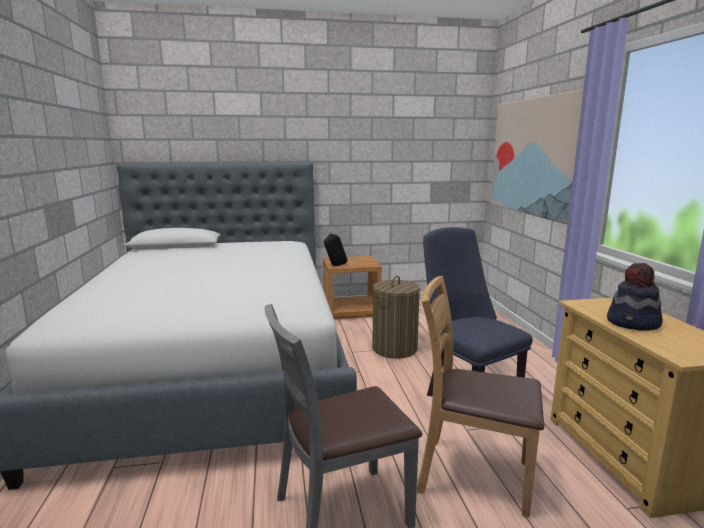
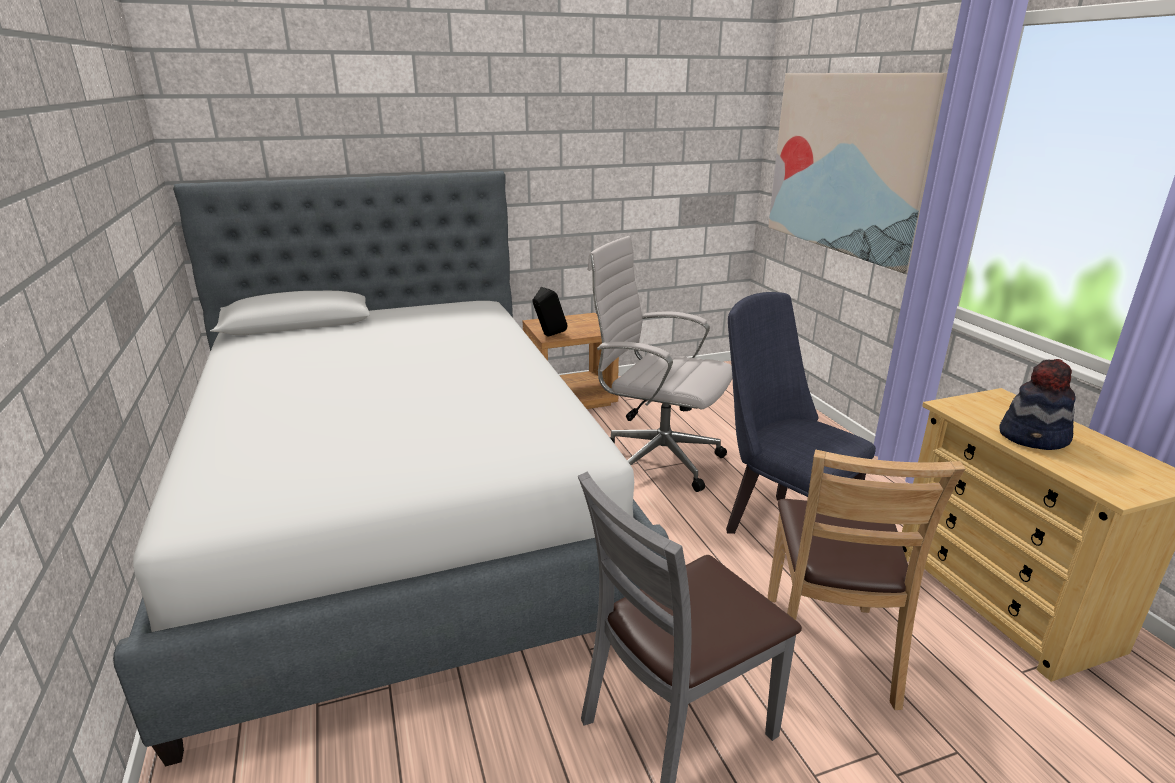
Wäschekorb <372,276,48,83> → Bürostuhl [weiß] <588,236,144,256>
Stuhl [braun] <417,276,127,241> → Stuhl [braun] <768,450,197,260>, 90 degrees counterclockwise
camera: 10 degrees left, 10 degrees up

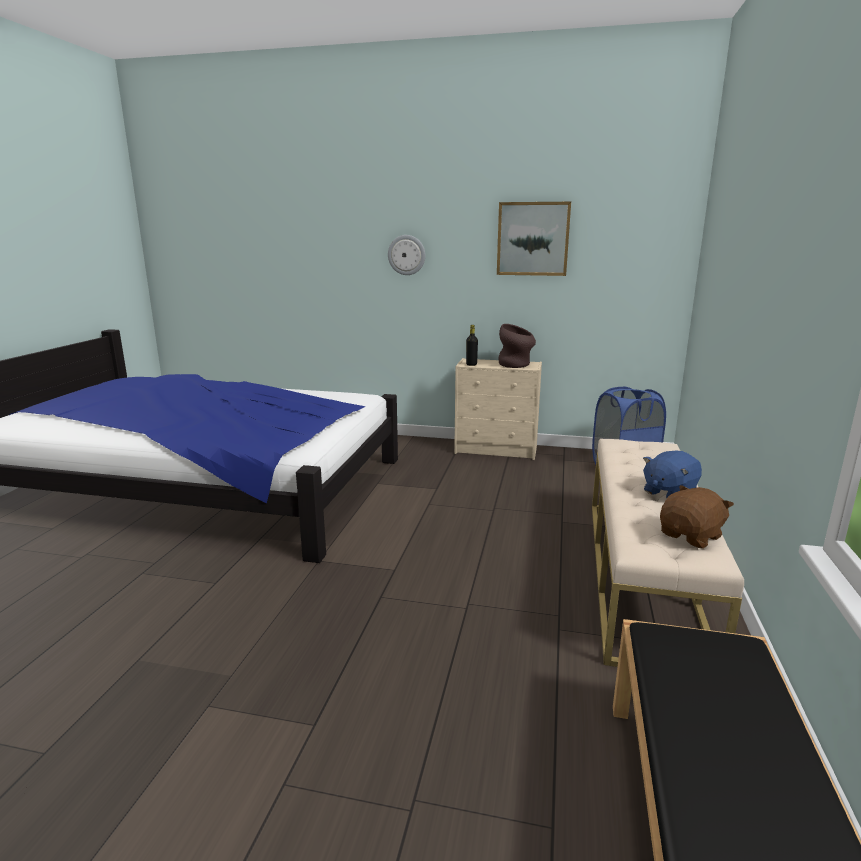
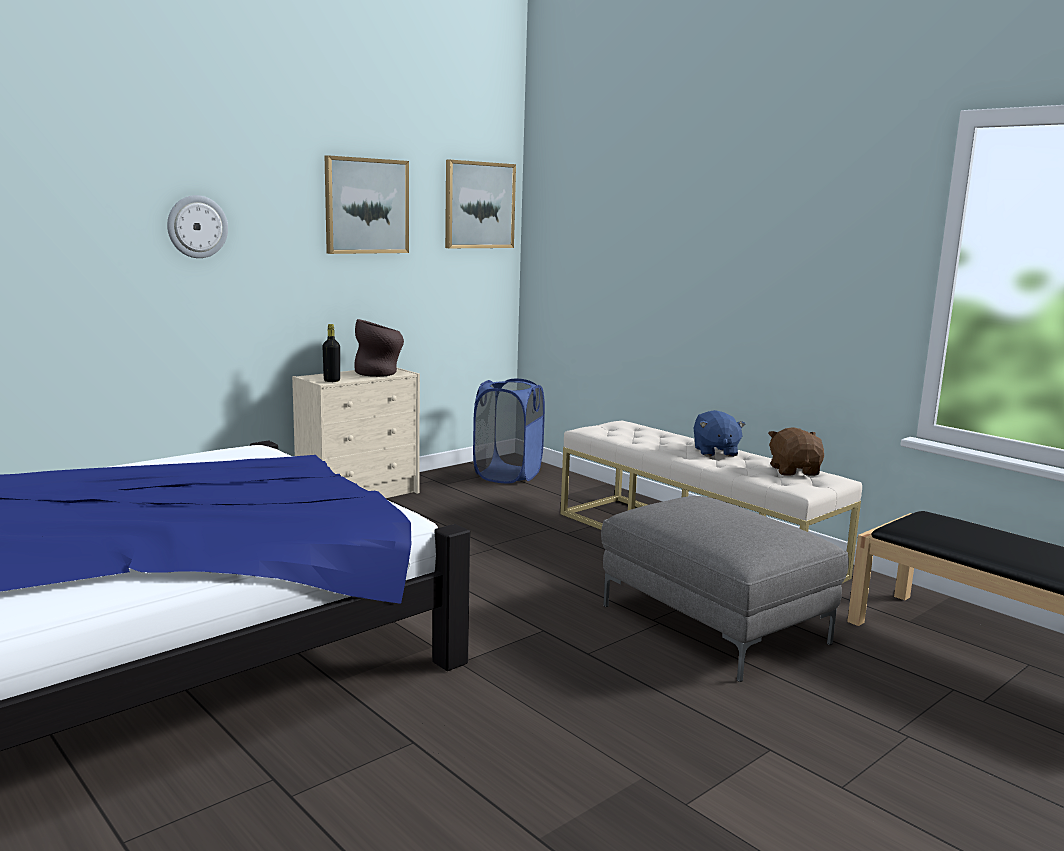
- → Bild <445,160,71,88>
- → Polsterhocker [grau] <601,496,248,186>
camera: 55 degrees left, 5 degrees down

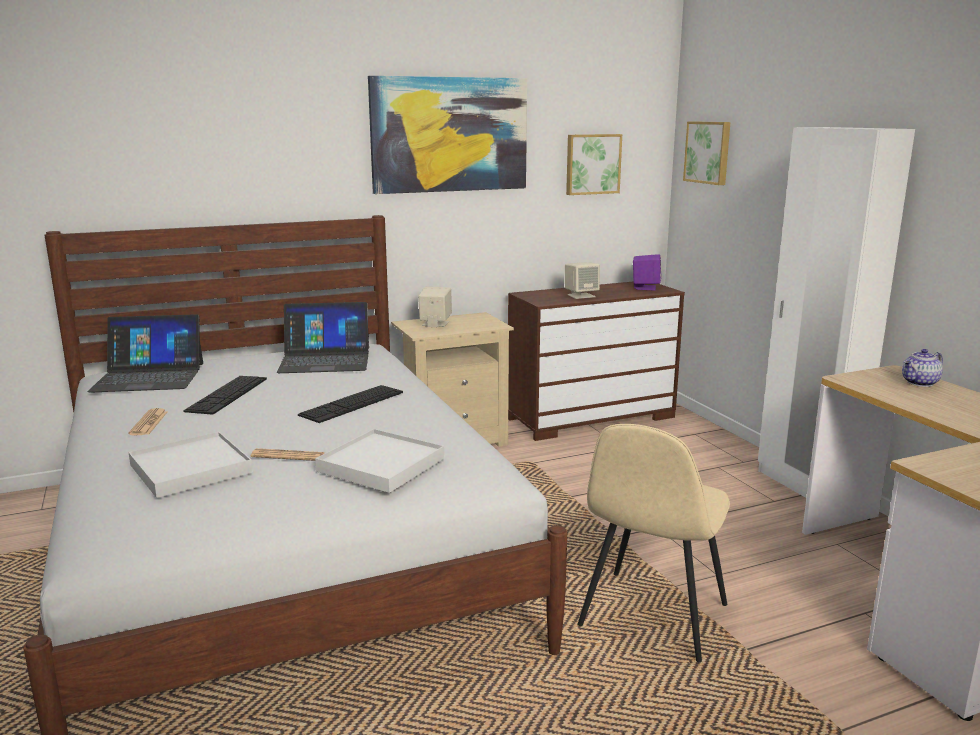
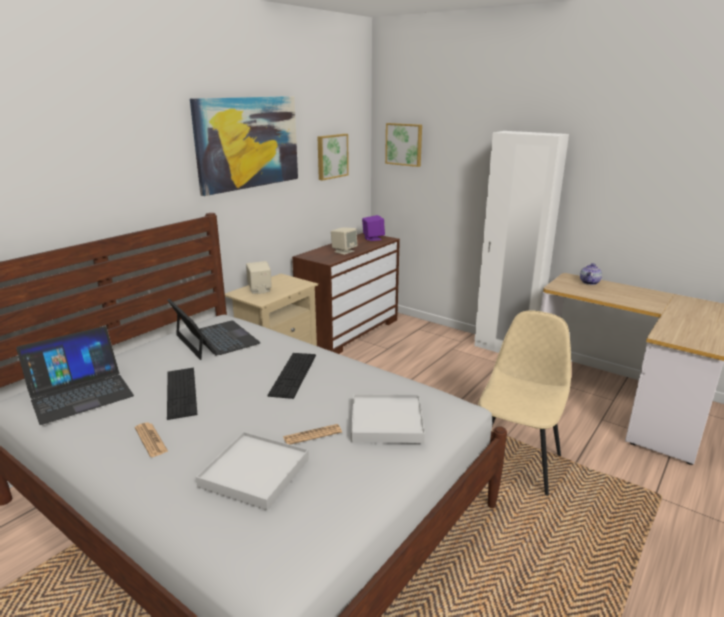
Laptop <277,302,92,71> → Laptop <167,299,94,61>, 90 degrees counterclockwise
Stuhl [beige] <577,424,153,239> → Stuhl [beige] <478,310,93,186>, 150 degrees counterclockwise
camera: 30 degrees left, 5 degrees up

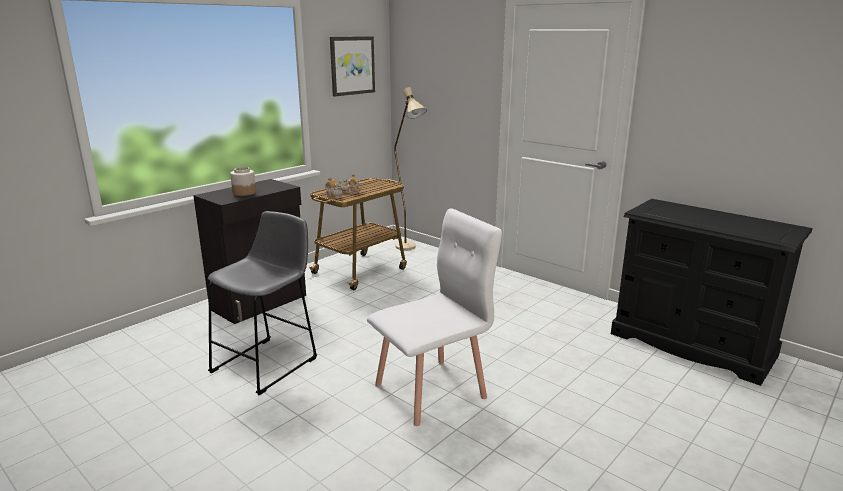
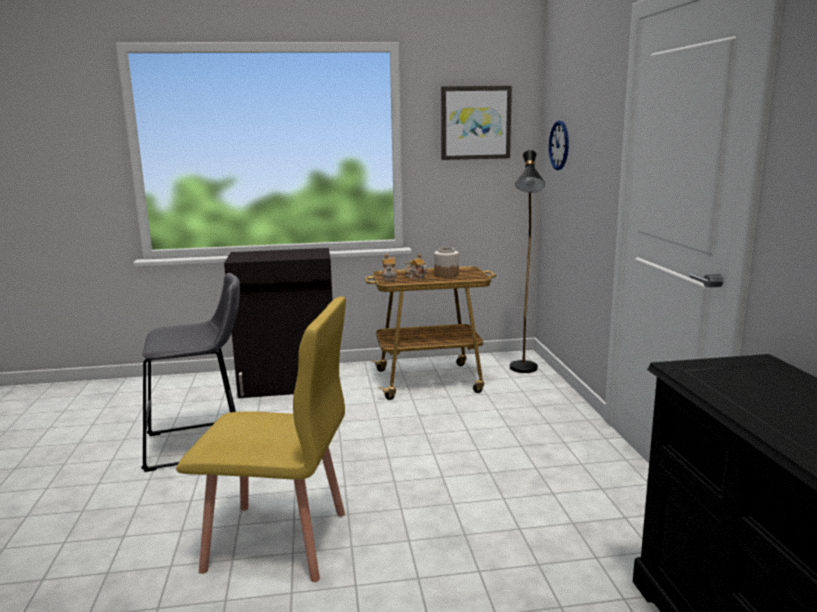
Vorratsglas <230,167,26,29> → Vorratsglas <434,247,25,31>, relocated
Stuhl [weiß] <367,208,135,218> → Stuhl [gelb] <176,297,170,285>
Stehlampe [beige] <394,87,33,164> → Stehlampe [schwarz] <510,150,35,223>
- → Wanduhr <549,120,20,50>
camera: 40 degrees right, 5 degrees down

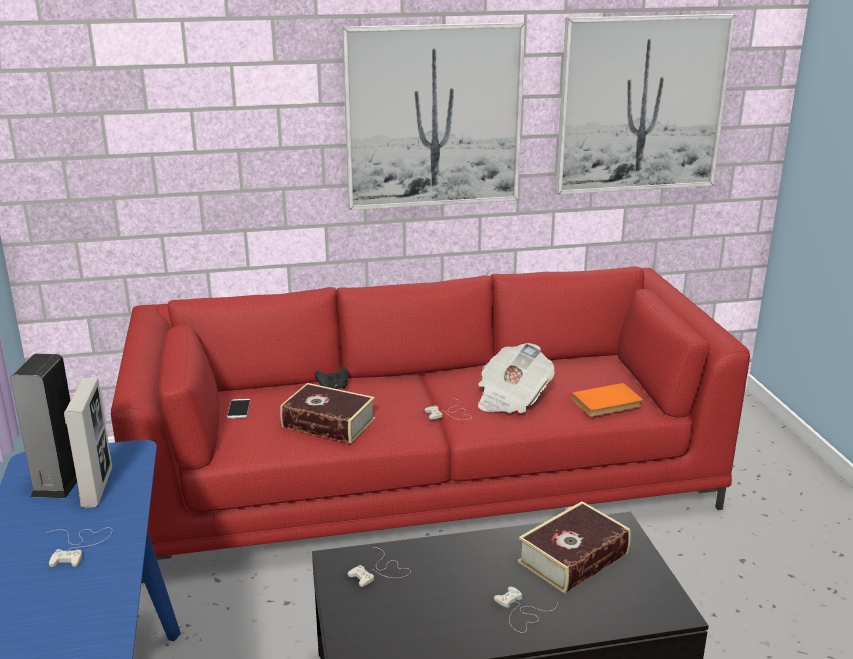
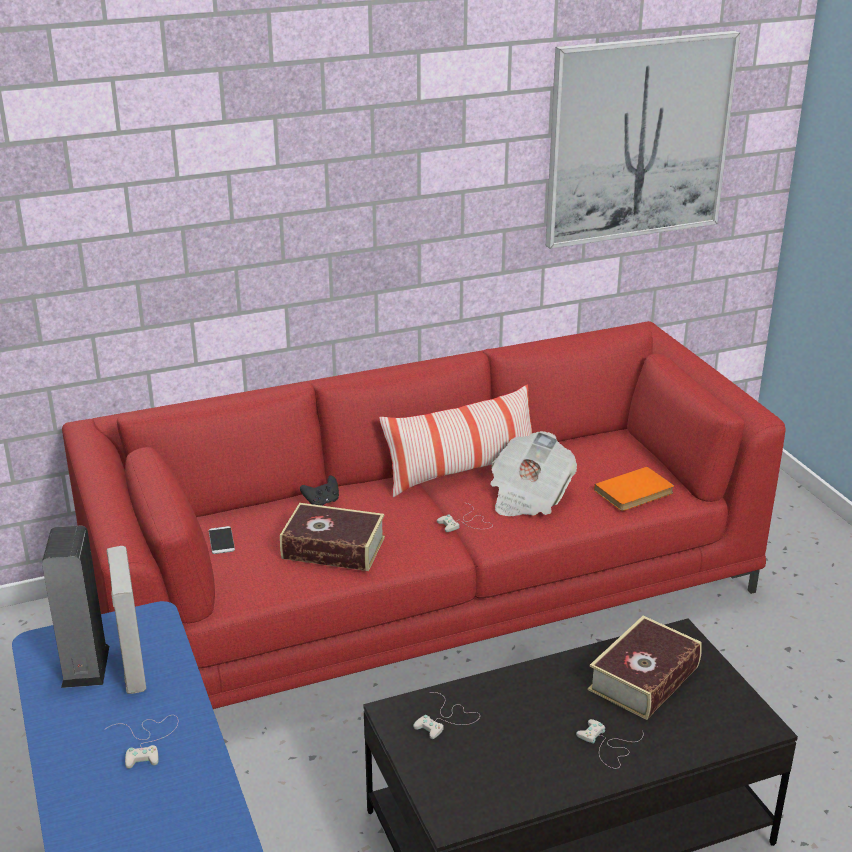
Bild <342,22,183,188> → -
- → Kissen <379,384,153,113>
camera: 10 degrees left, 5 degrees up

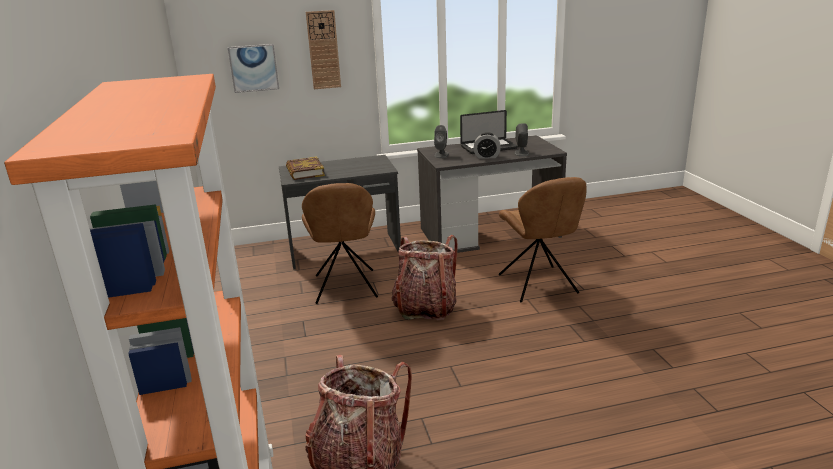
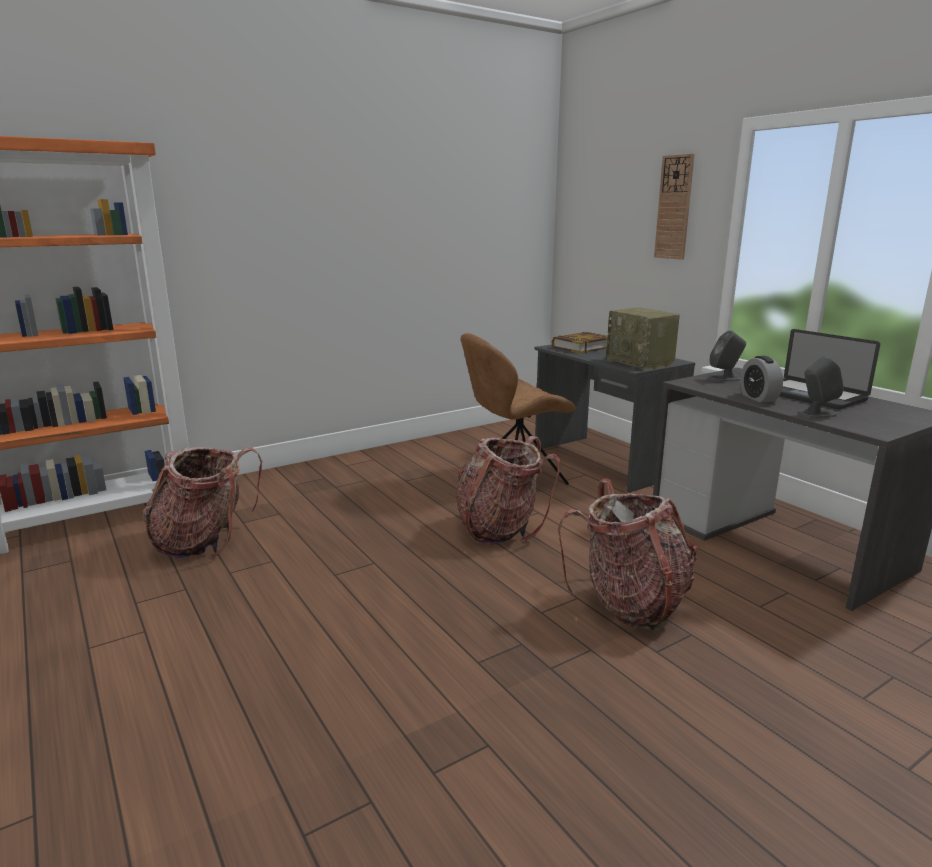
Bild <228,44,51,49> → -
Stuhl [braun] <499,177,88,126> → Rucksack <558,478,140,152>
- → Radio <606,307,74,63>
camera: 70 degrees right, 5 degrees down

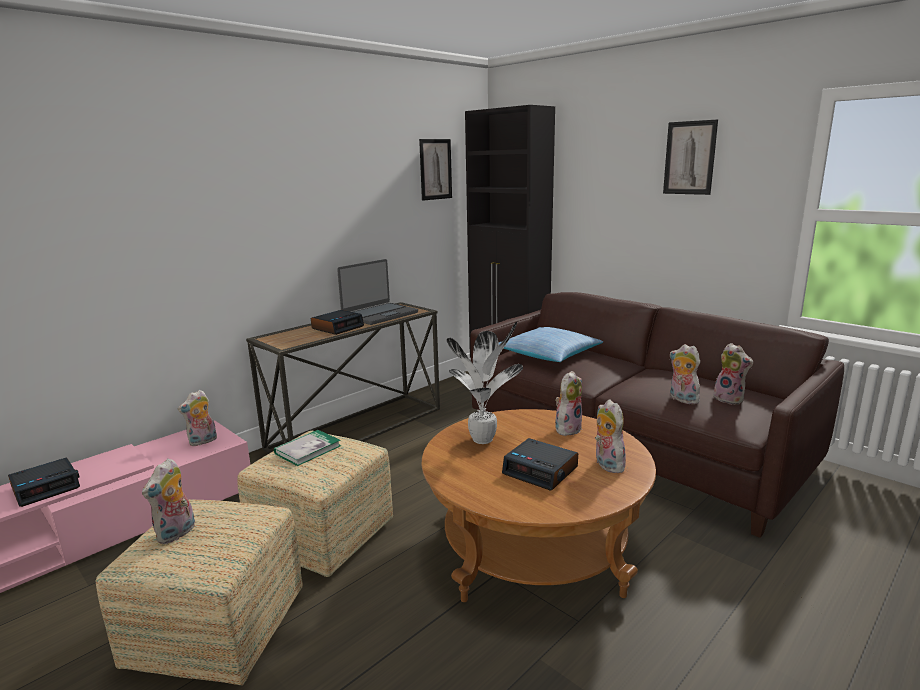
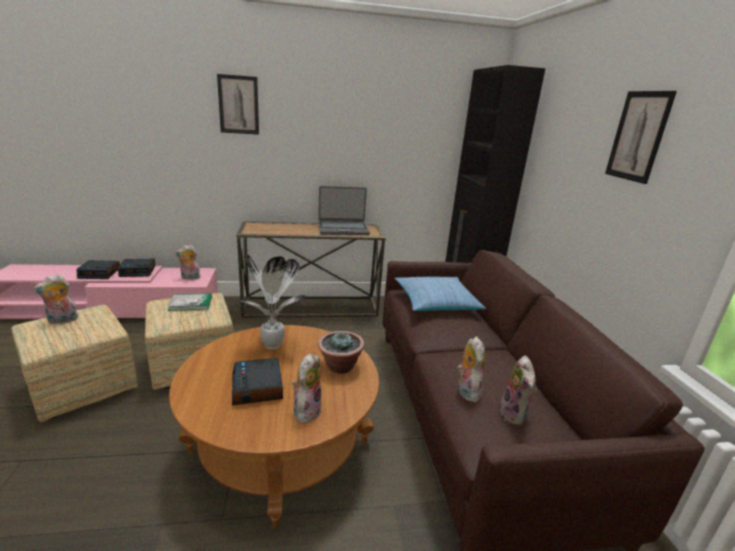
Wecker <311,310,53,25> → Wecker <118,258,38,19>, relocated
Bild <419,139,33,62> → Bild <217,74,42,61>, relocated
Plüschtier <555,371,27,65> → Topfpflanze <318,331,47,43>
camera: 35 degrees right, 5 degrees up

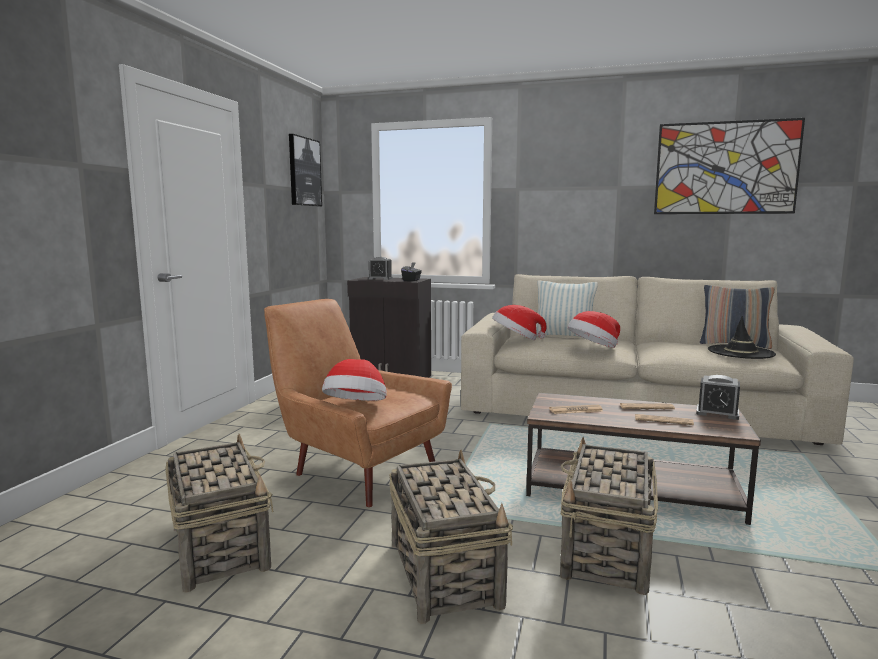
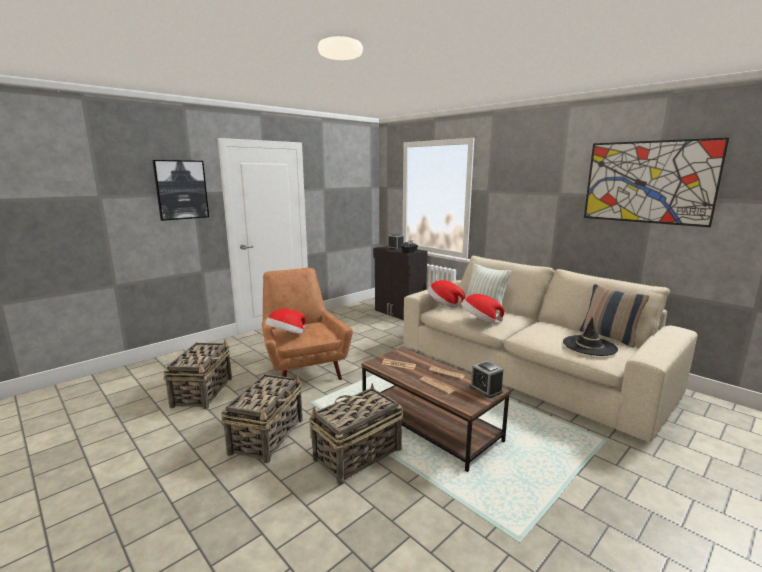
Bild <289,134,33,73> → Bild <152,160,57,61>, relocated
camera: 30 degrees right, 5 degrees up

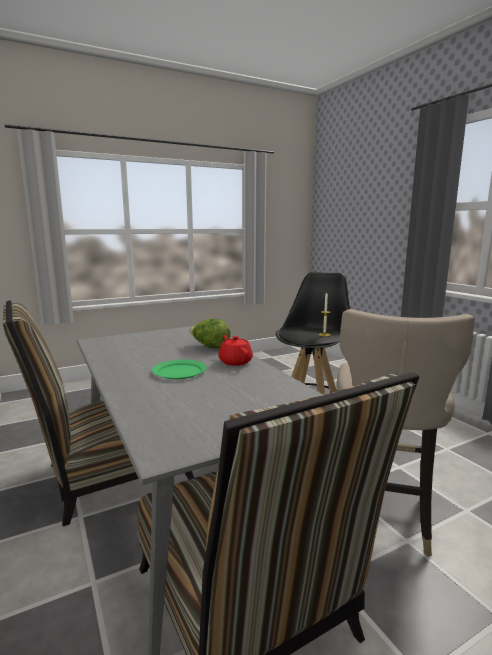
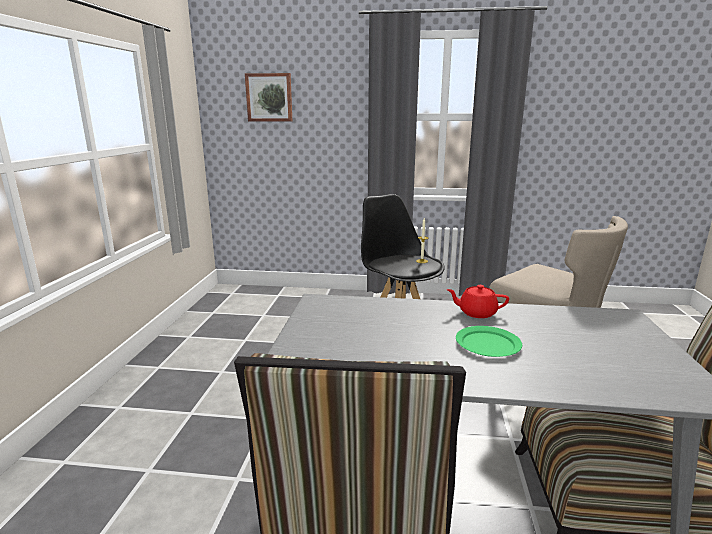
Salatkopf <189,318,42,31> → -
- → Bild <245,73,47,49>
camera: 55 degrees left, 5 degrees up

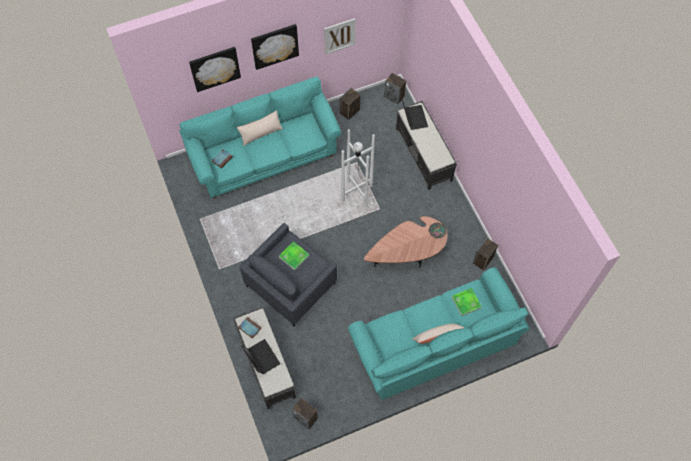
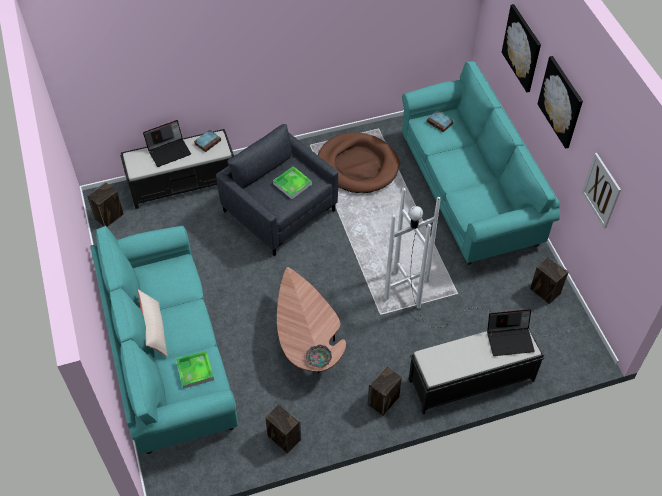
Kissen [beige] <237,110,46,36> → -
Lautsprecher <384,73,22,31> → Lautsprecher <368,366,34,50>, relocated
- → Hundebett [braun] <318,132,82,61>
camera: 95 degrees right, 10 degrees down

